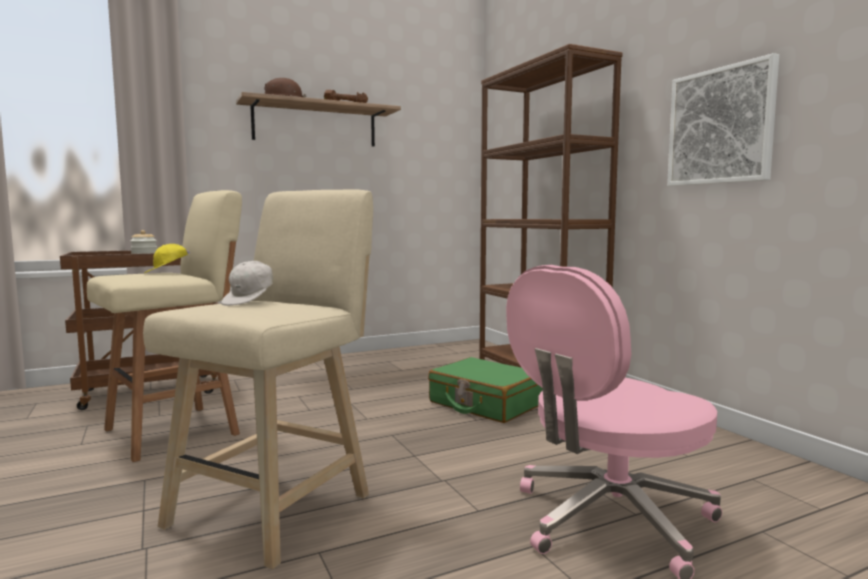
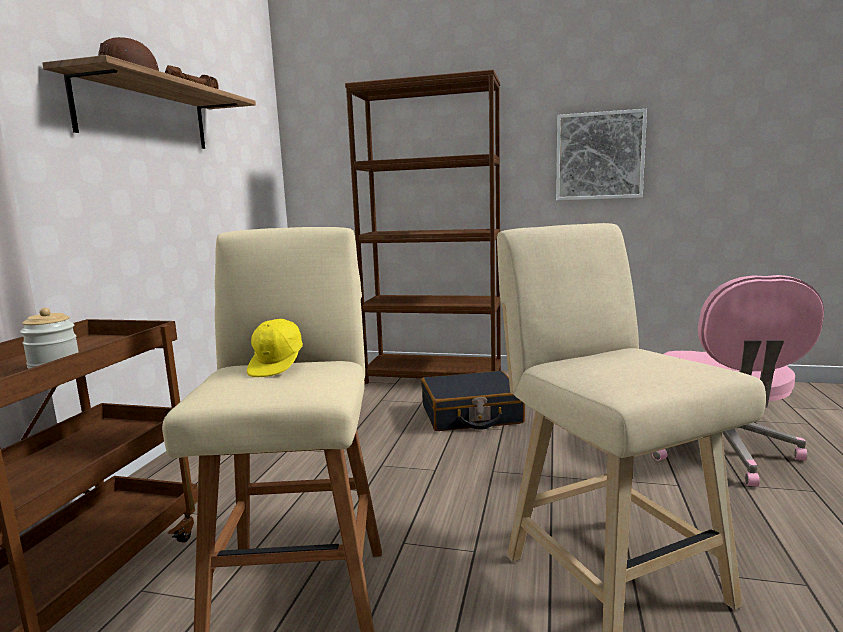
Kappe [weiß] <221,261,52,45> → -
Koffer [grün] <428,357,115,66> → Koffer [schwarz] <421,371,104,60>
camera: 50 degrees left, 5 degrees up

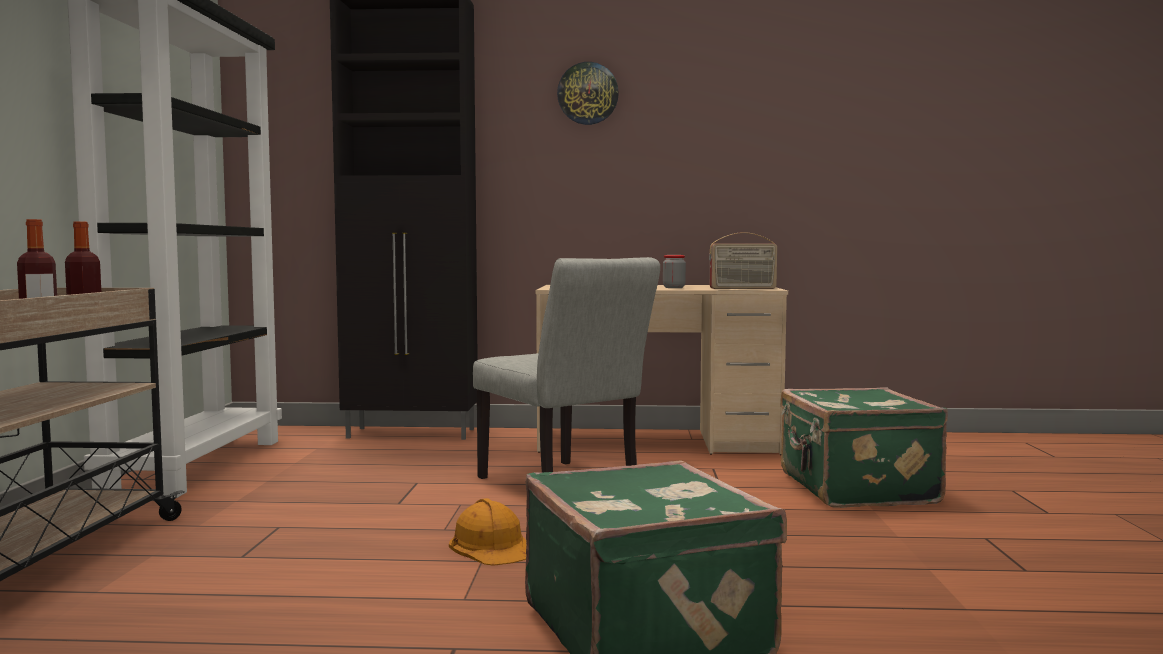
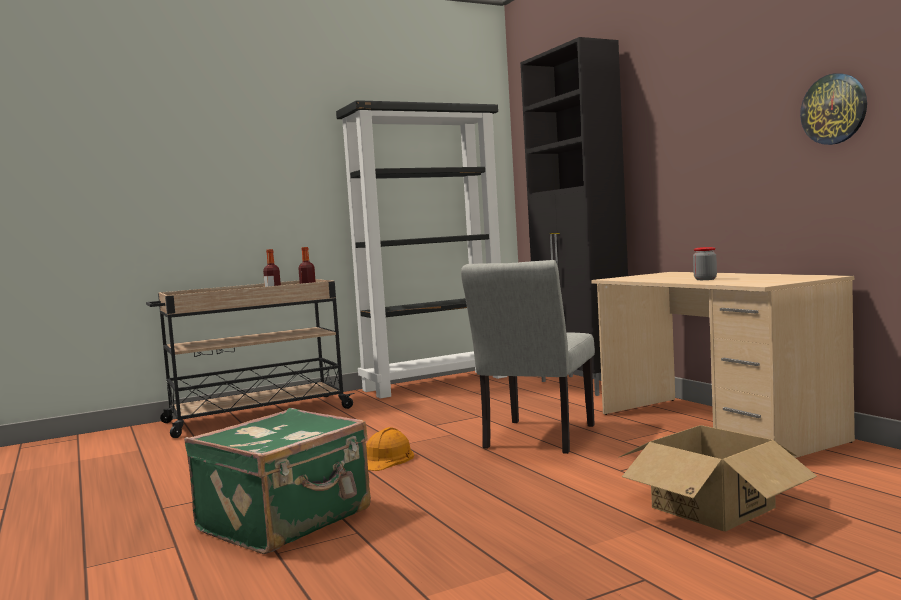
Wanduhr <557,62,62,63> → Wanduhr <800,73,67,72>, relocated
Radio <709,232,68,57> → -
Koffer [grün] <781,387,167,121> → Karton <618,425,199,107>
camera: 60 degrees right, 0 degrees up

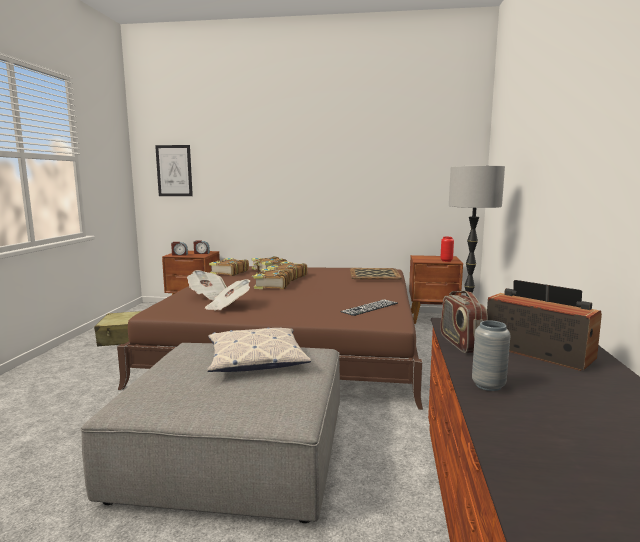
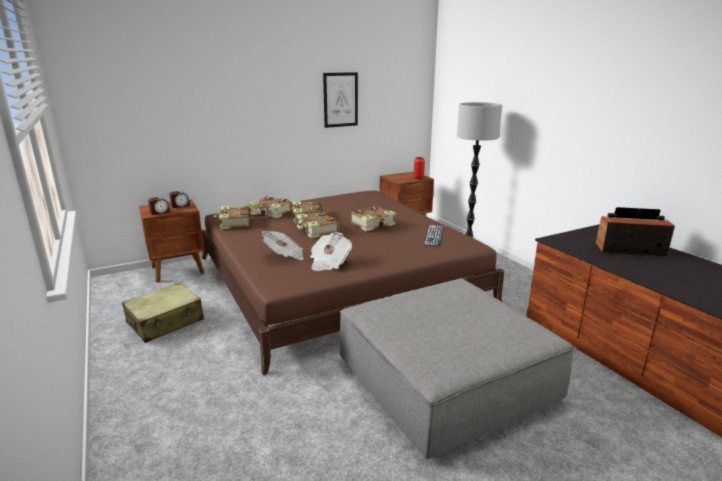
Bild <155,145,38,51> → Bild <323,72,35,56>, relocated
Kissen <207,328,104,44> → -
Tablett <350,268,52,12> → -
Radio <440,290,48,63> → -
Vase [grau] <472,320,38,71> → -
- → Buch <351,206,45,25>
camera: 35 degrees left, 10 degrees up

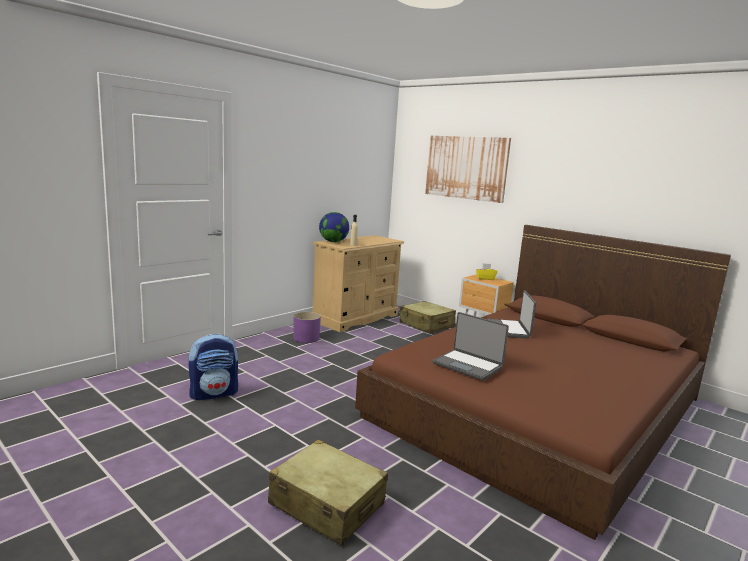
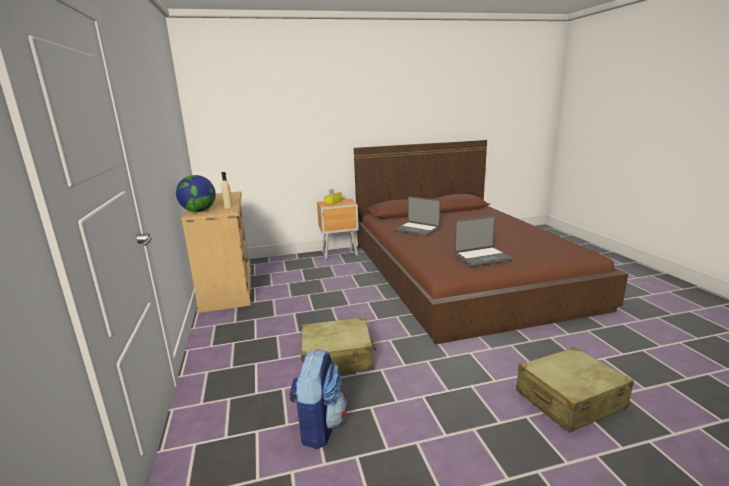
Pflanzkübel [lila] <293,312,28,31> → -
Koffer [beige] <400,301,56,32> → Koffer [beige] <301,317,75,57>, relocated
Bild <425,136,86,67> → -
camera: 55 degrees left, 5 degrees up

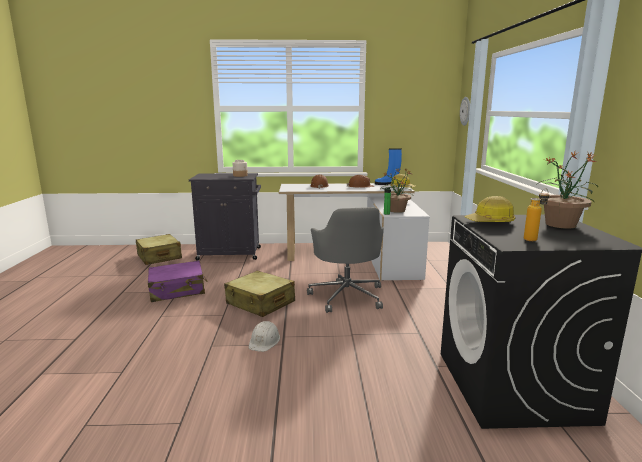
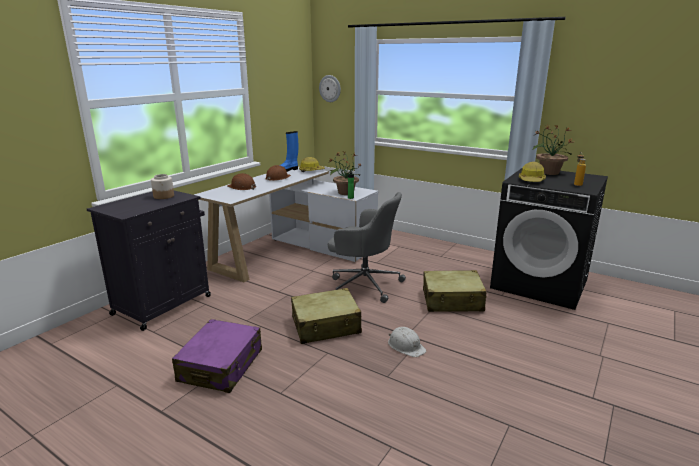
Koffer [beige] <136,234,46,31> → Koffer [beige] <423,270,64,42>, relocated
camera: 55 degrees left, 5 degrees up

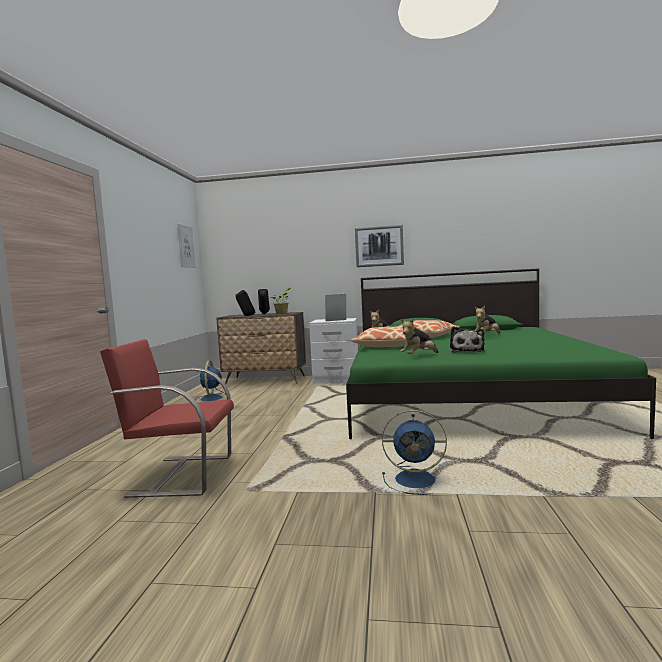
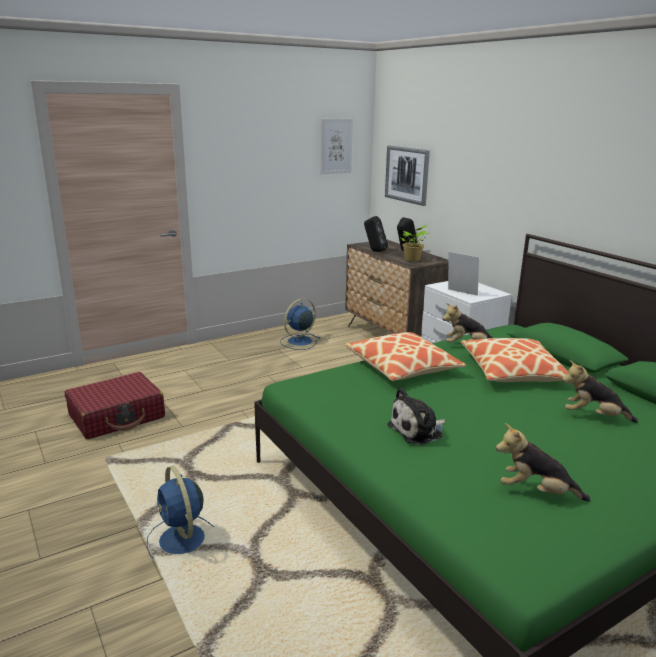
Stuhl [rot] <100,339,134,159> → Koffer [rot] <65,372,100,67>
Bild <355,225,49,42> → Bild <385,146,45,60>, relocated
Plüschtier <400,318,38,36> → Plüschtier <496,423,94,79>, relocated
camera: 50 degrees right, 15 degrees up

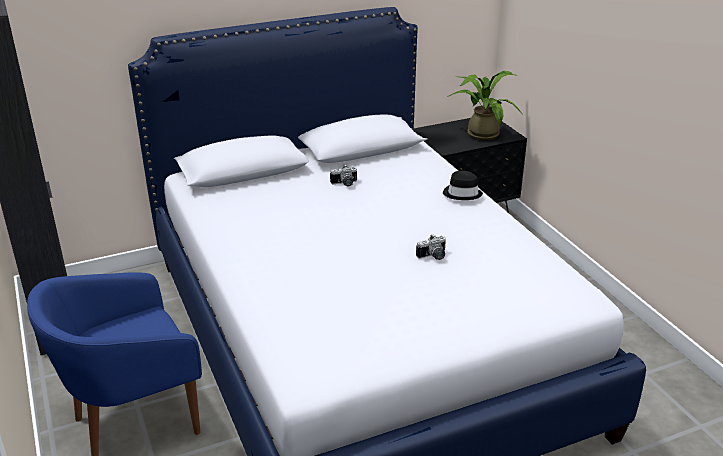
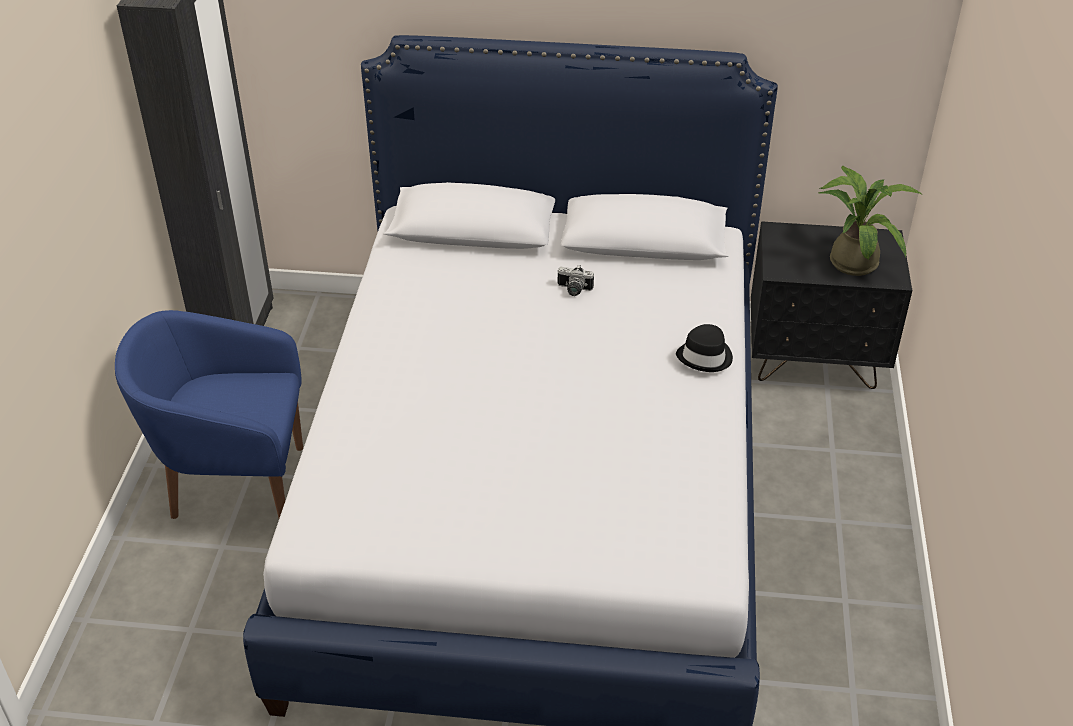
Kamera <416,234,30,26> → -
camera: 30 degrees right, 10 degrees up

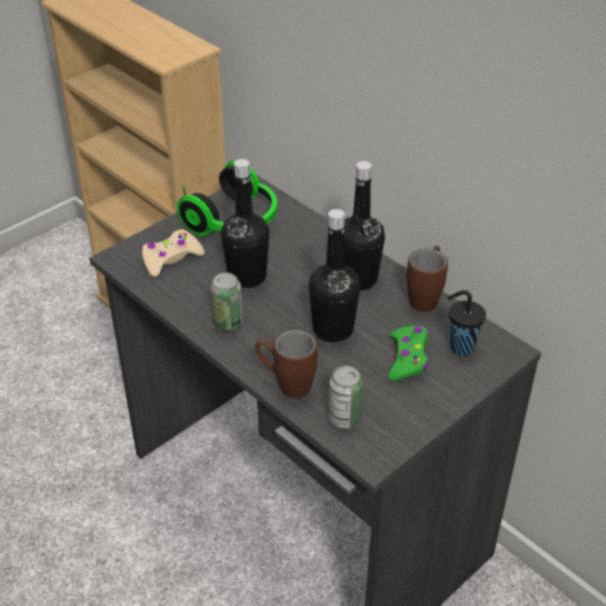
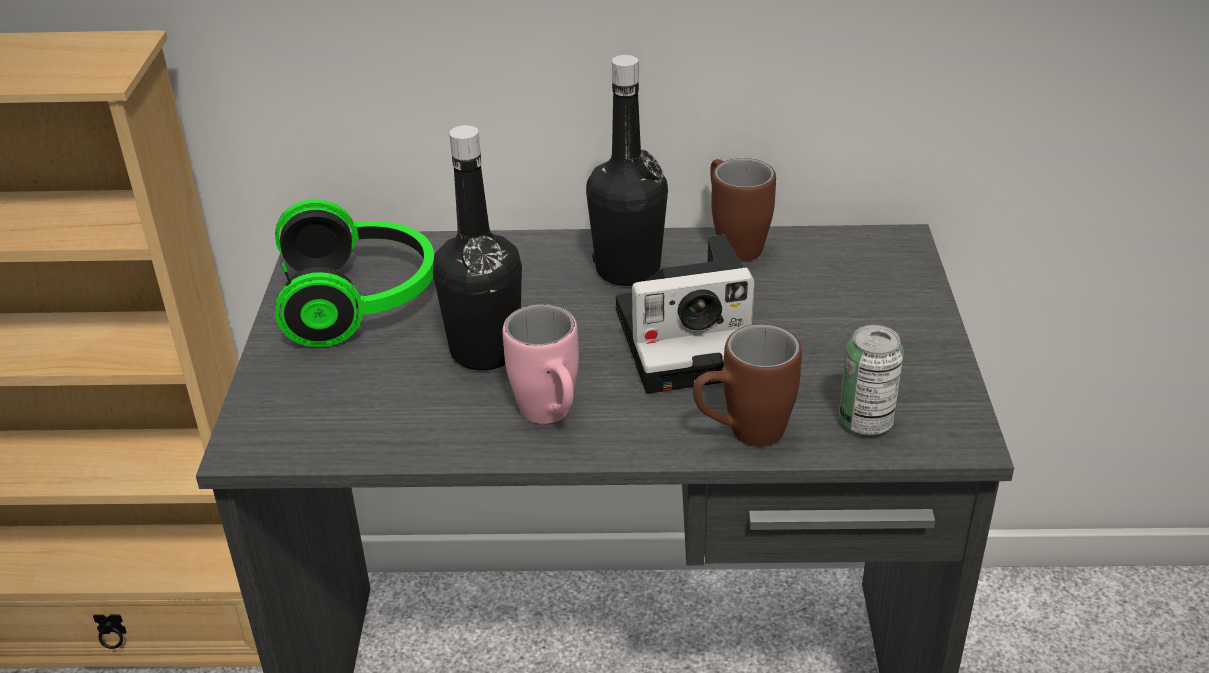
Gamepad [beige] <141,229,64,48> → -
Dose <211,273,32,58> → Henkelbecher [rosa] <503,304,76,120>
Flasche [schwarz] <309,209,51,133> → Kamera <616,235,138,159>
Gamepad [grün] <388,326,41,55> → -
Tasse [schwarz] <447,290,39,65> → -
camera: 45 degrees left, 5 degrees down

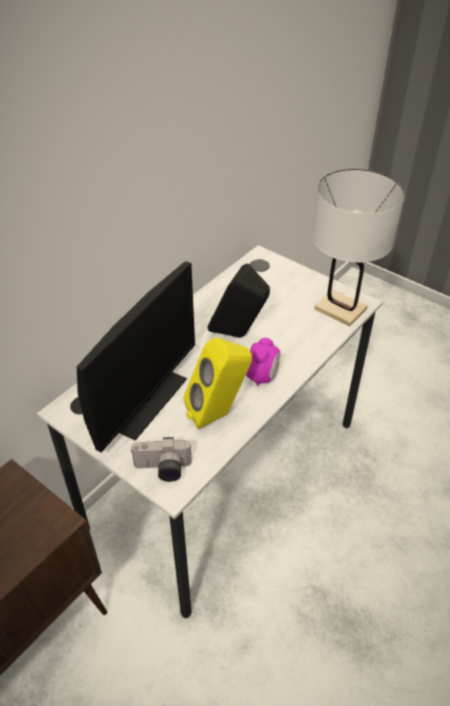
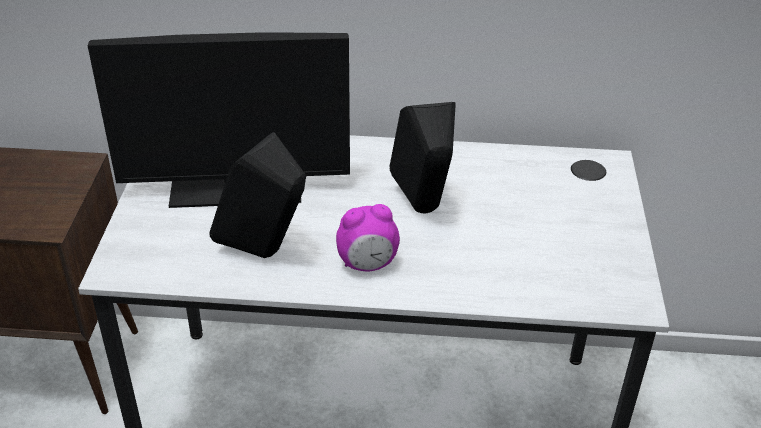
Kamera <130,437,62,45> → -
Lautsprecher [gelb] <183,338,69,91> → Lautsprecher [schwarz] <209,132,97,126>
Tischlampe [weiß] <312,169,93,157> → -
camera: 55 degrees right, 5 degrees down

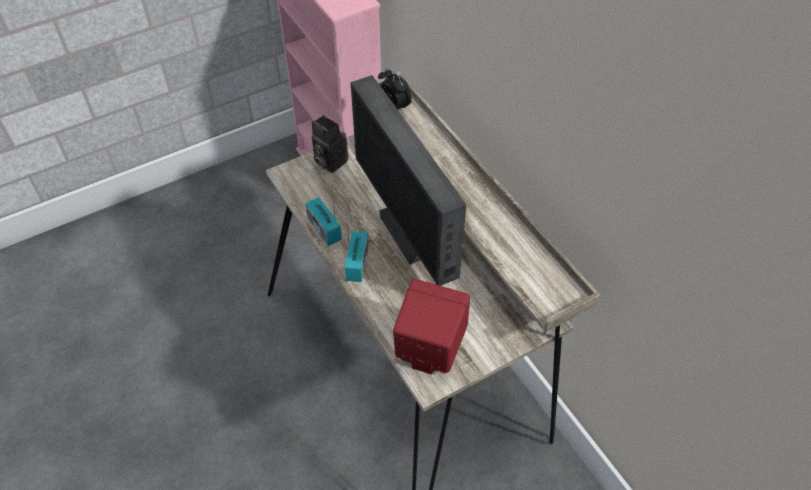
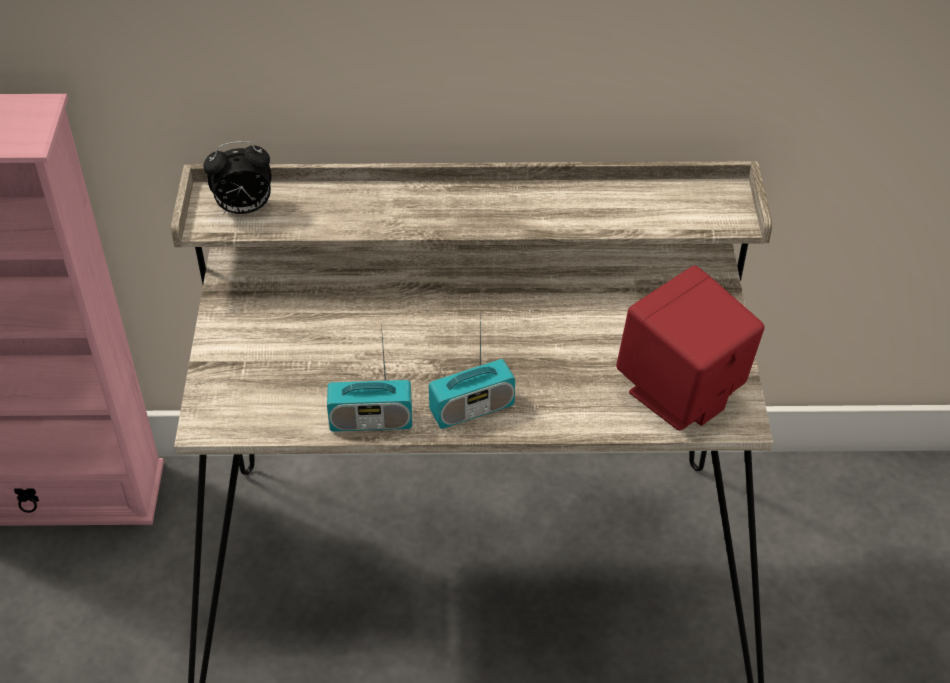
Kamera <312,115,37,58> → -
Radio <345,214,24,68> → Radio <429,309,86,120>, 120 degrees clockwise
Monitor <351,75,115,211> → -
camera: 60 degrees left, 5 degrees down

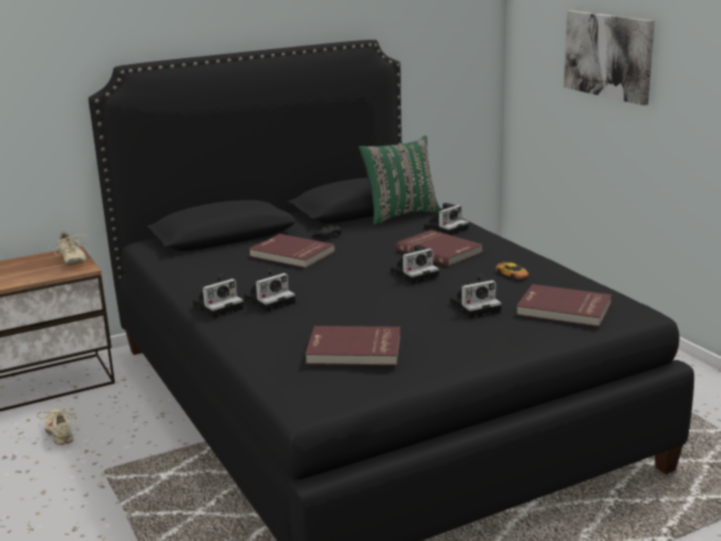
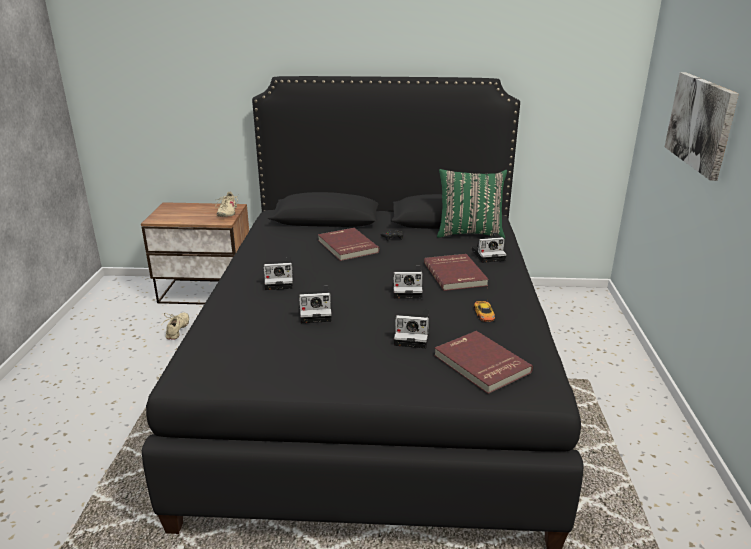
Kamera <192,274,52,44> → Kamera <299,285,33,38>, relocated
Buch [rot] <305,326,96,39> → -
camera: 30 degrees right, 5 degrees up

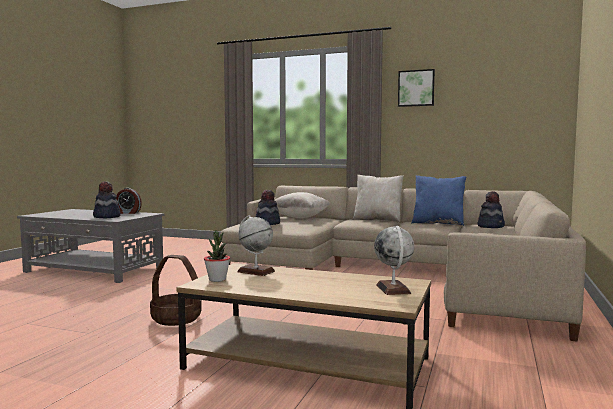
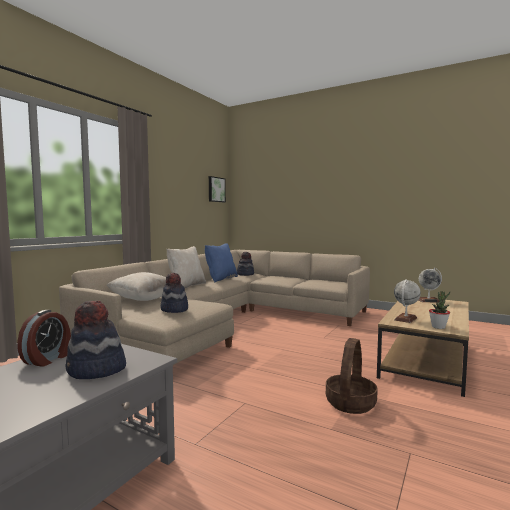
Bild <398,69,37,38> → Bild <209,176,17,26>, relocated
camera: 80 degrees left, 0 degrees up

